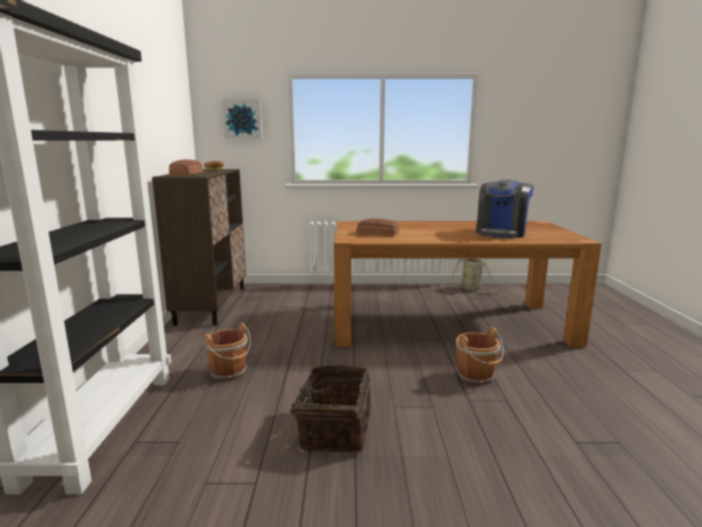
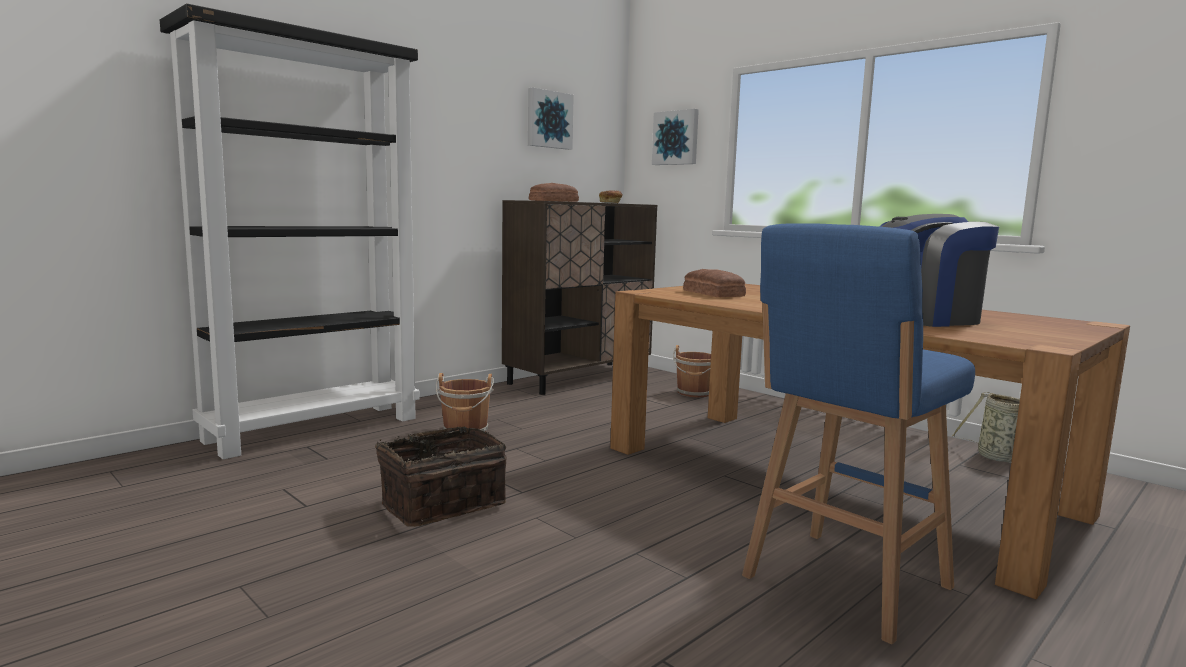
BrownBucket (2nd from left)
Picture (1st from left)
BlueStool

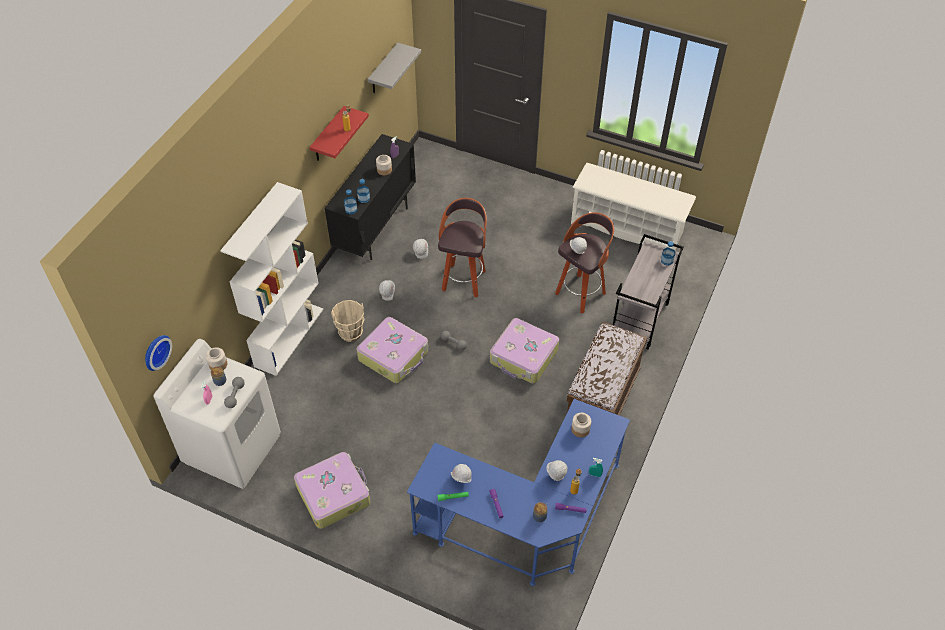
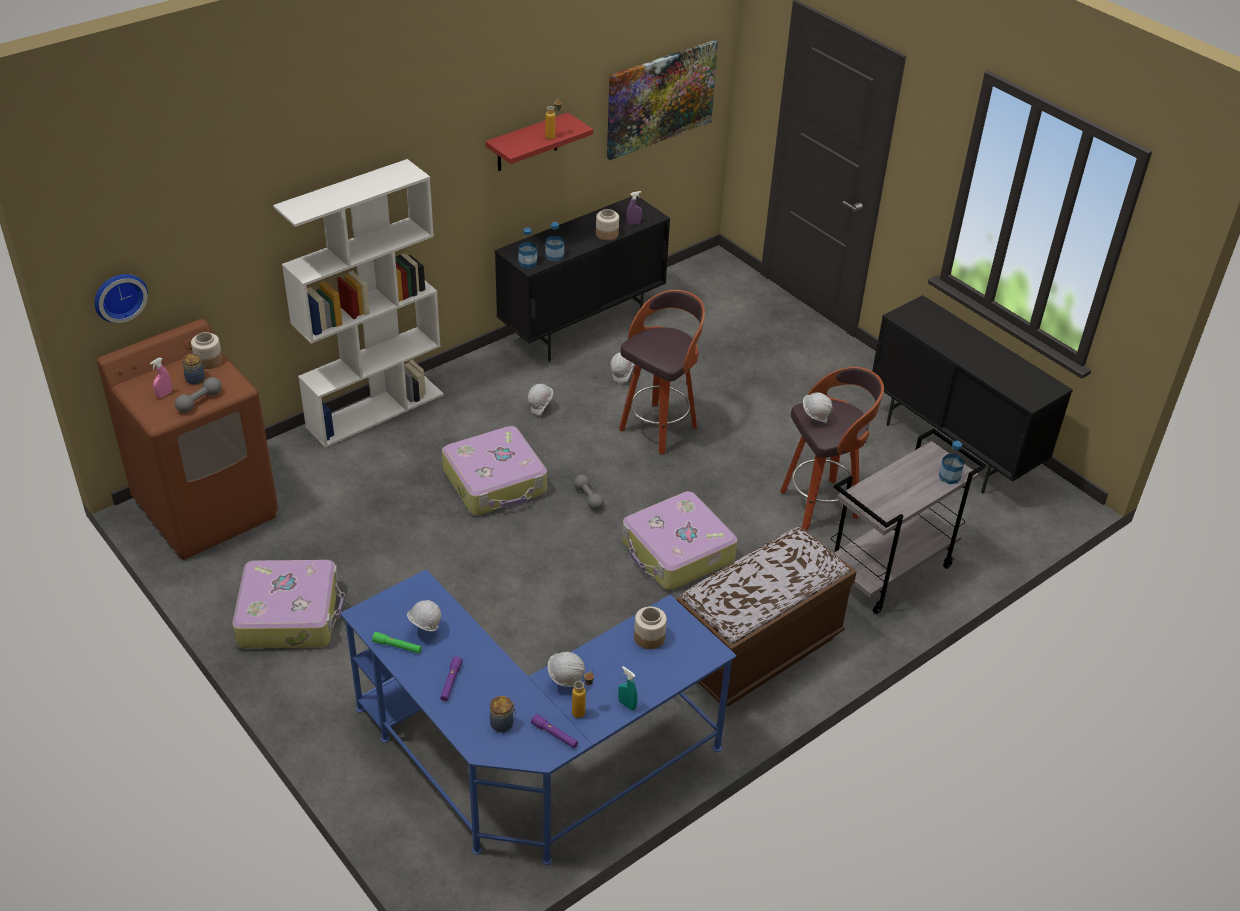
Picture
BlackCabinet (2nd from left)
BeigeBucket
BrownWashingMachine

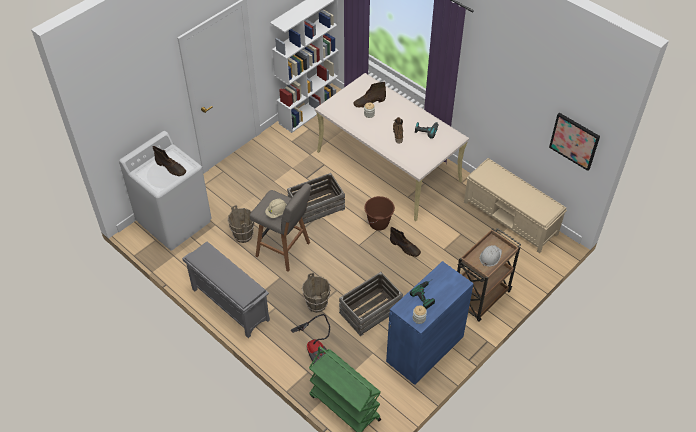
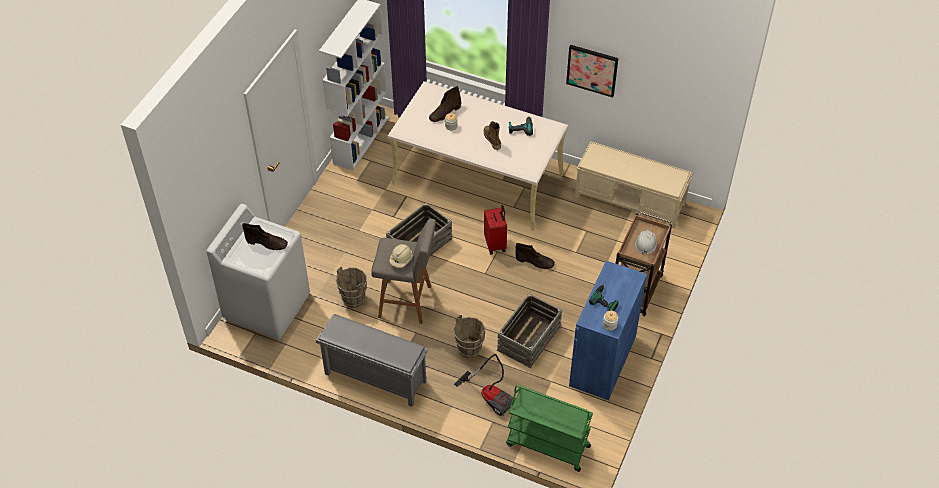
Picture
RedSuitcase

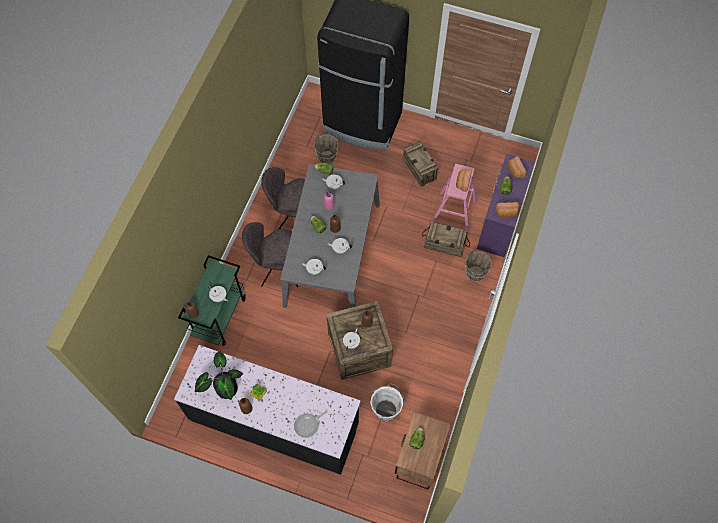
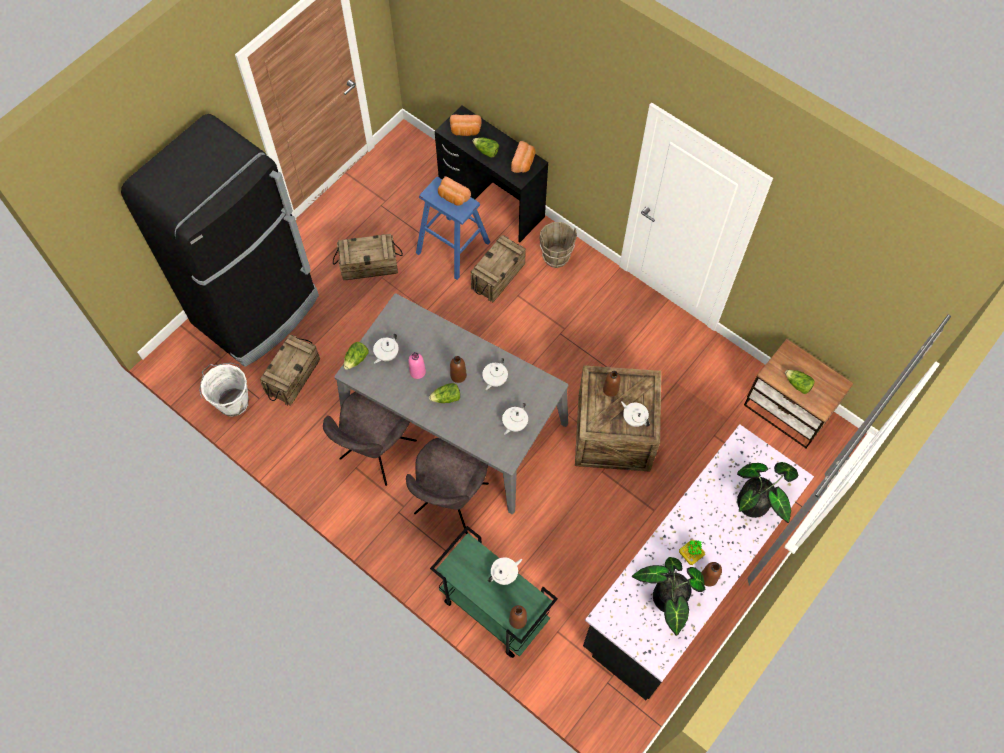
Crate (1st from left)
BlackDesk
BlueStool
WhiteBucket
PottedPlant (3rd from left)

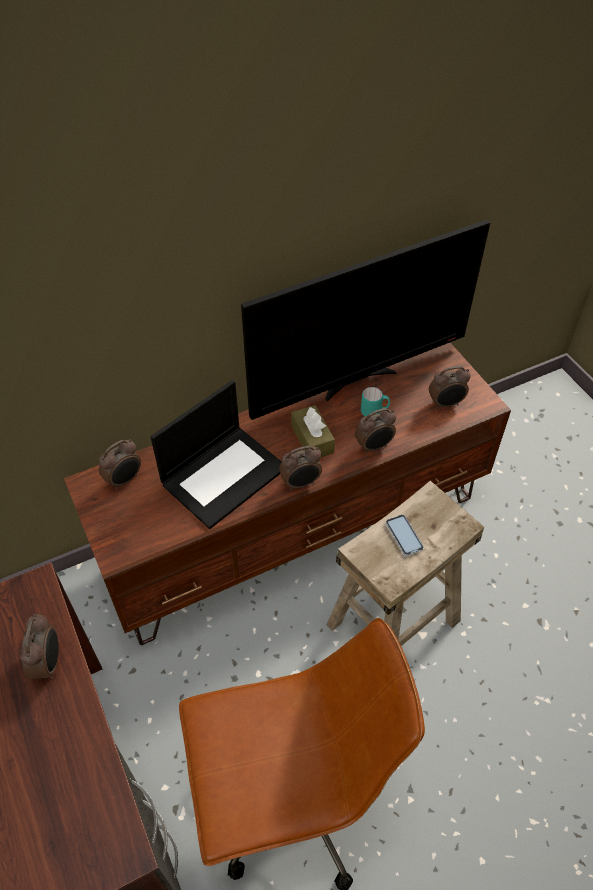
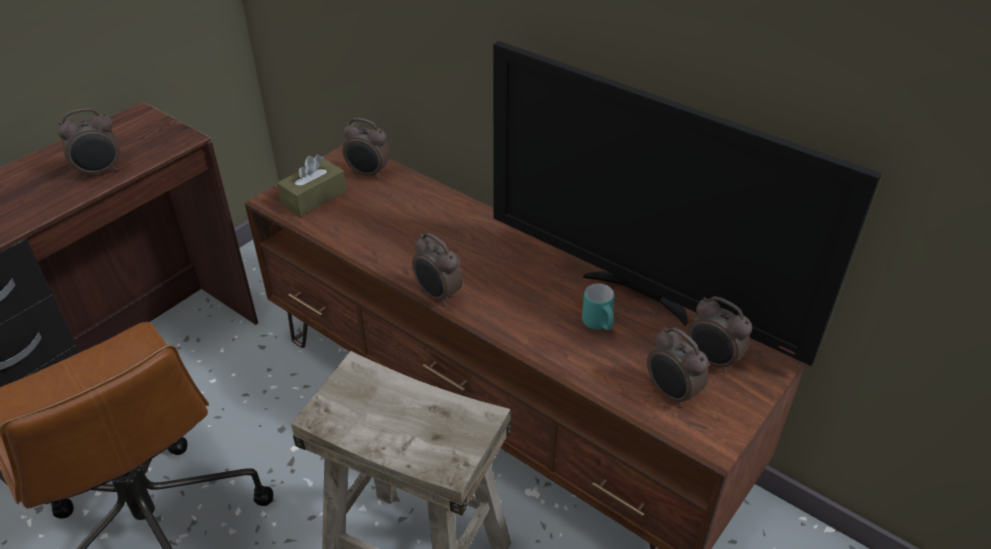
Laptop
BrownTissueBox
AlarmClock (5th from left)
Phone

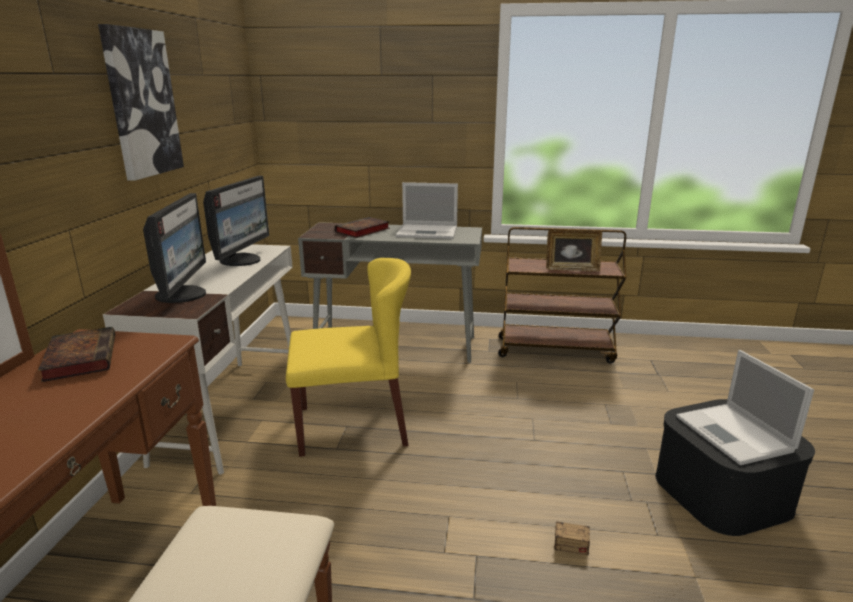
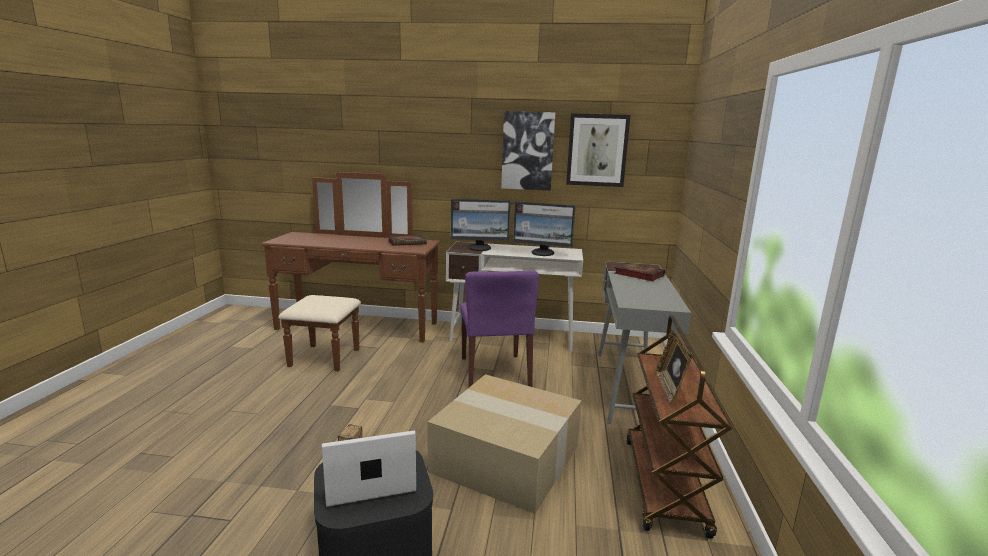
Laptop (1st from left in the first image)
PurpleChair
Picture (2nd from left)
CardboardBox

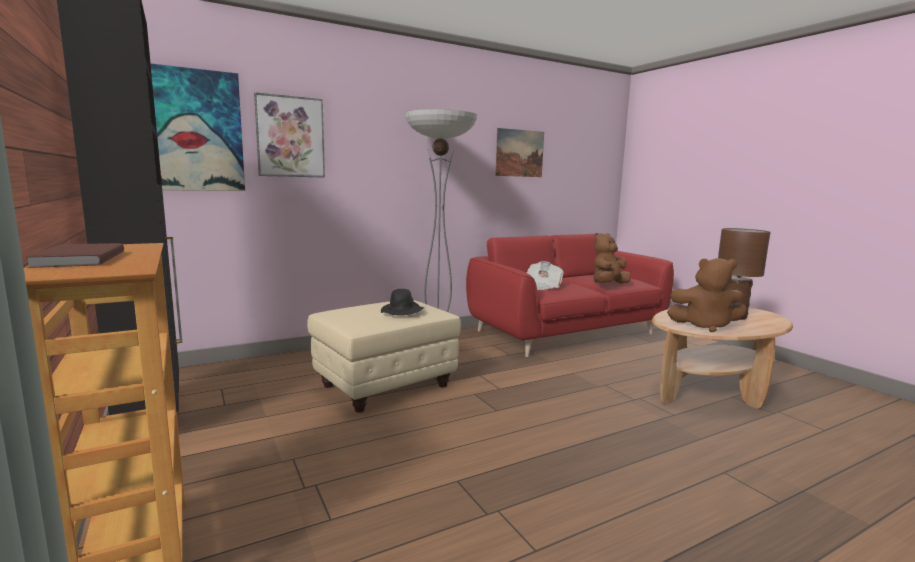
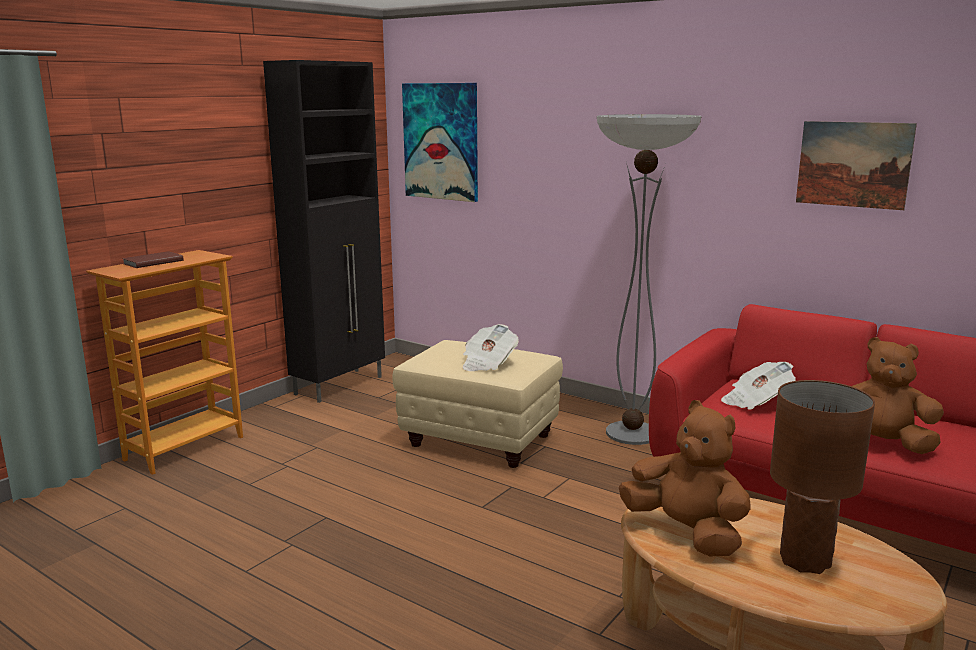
Picture (2nd from left in the first image)
BrownPlushToy (1st from left)
Newspaper (1st from left)

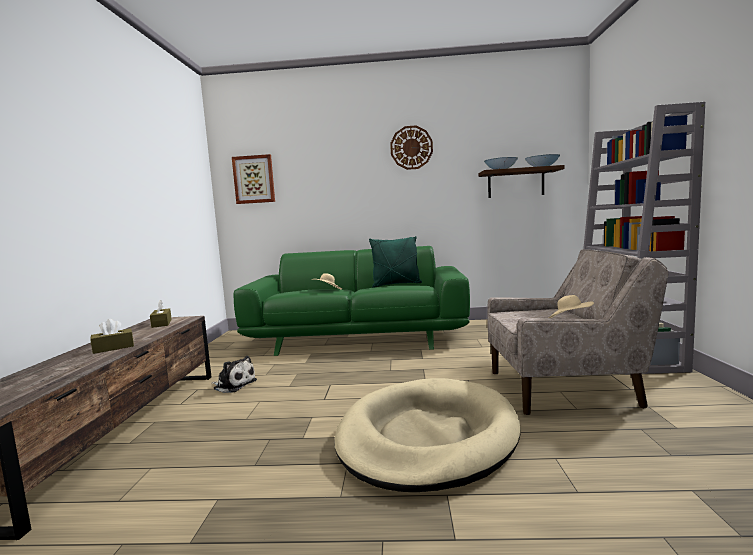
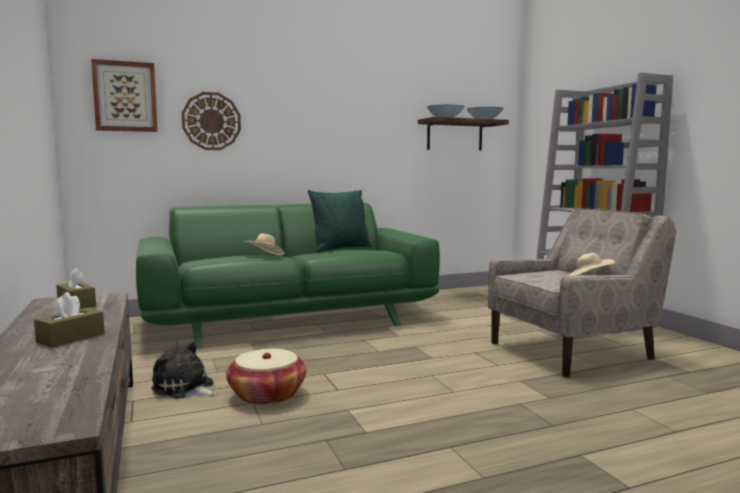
WallClock
PlushToy
BeigeDogBed
Basket

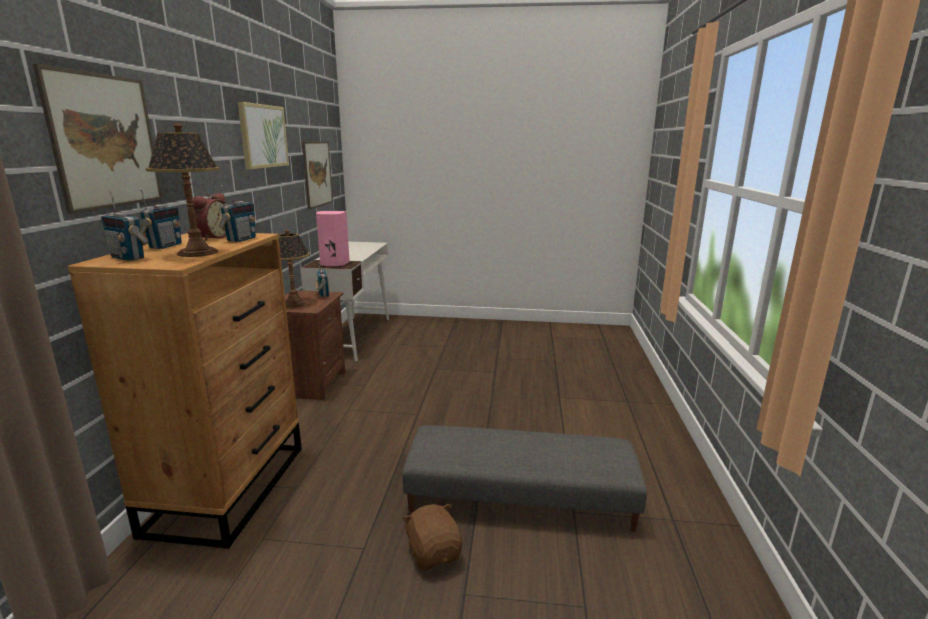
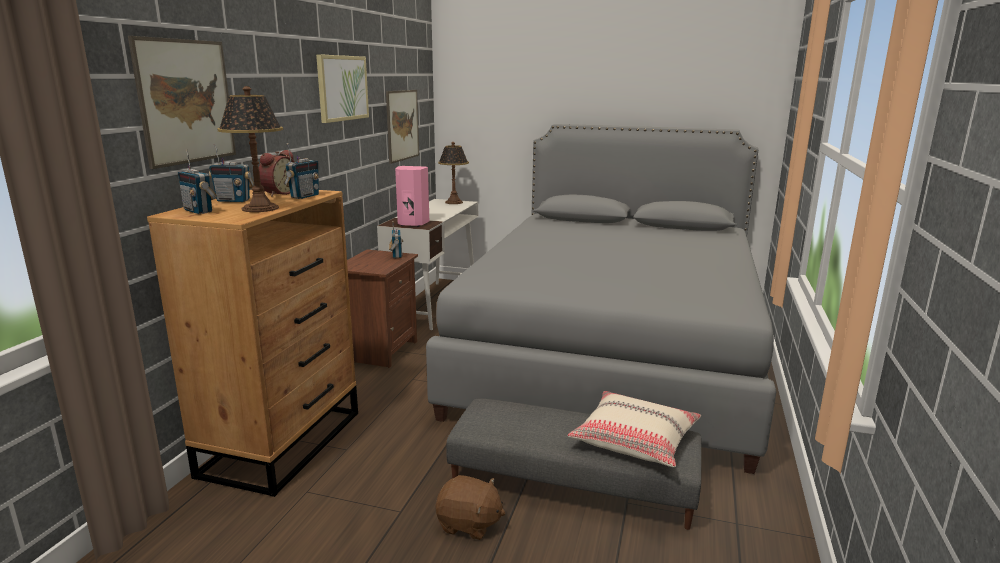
Radio (2nd from left)
TableLamp (2nd from left)
BrownPlushToy
GreyBed
BeigePillow

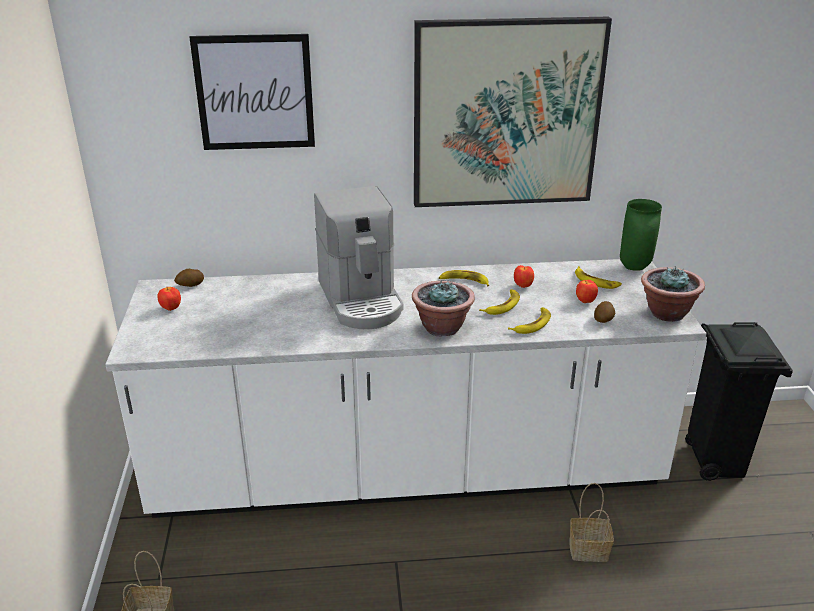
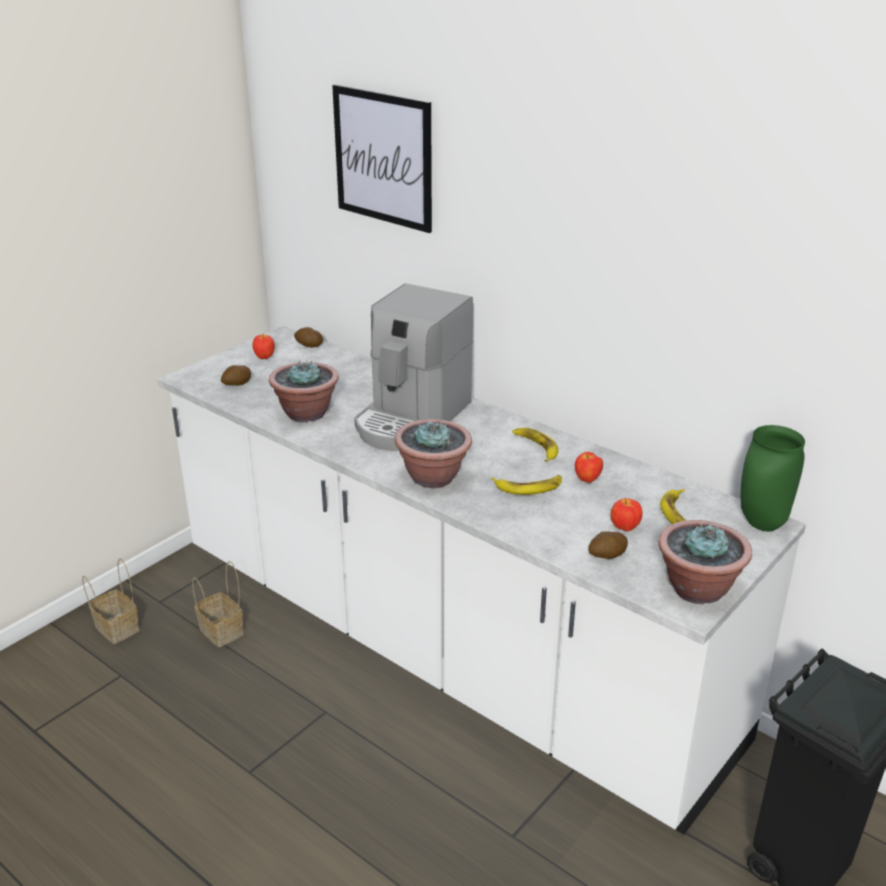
Picture (2nd from left in the first image)
Banana (3rd from left in the first image)
Basket (2nd from left)
PottedPlant (1st from left)
Potato (1st from left)

